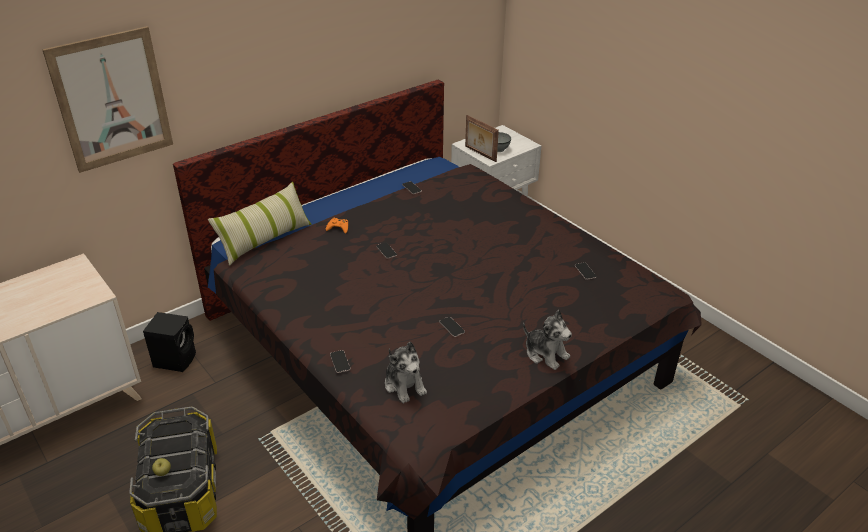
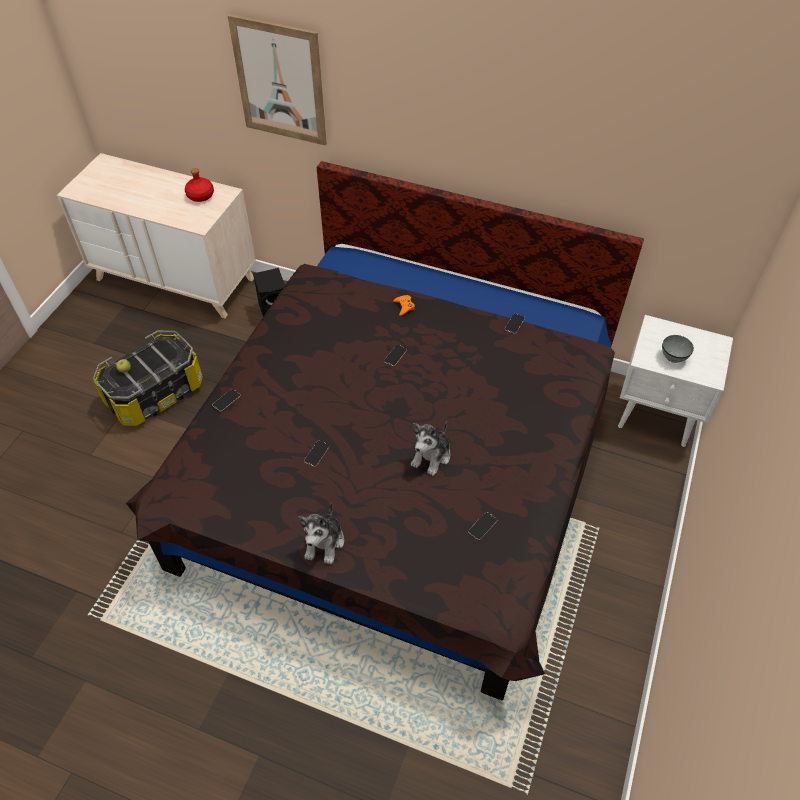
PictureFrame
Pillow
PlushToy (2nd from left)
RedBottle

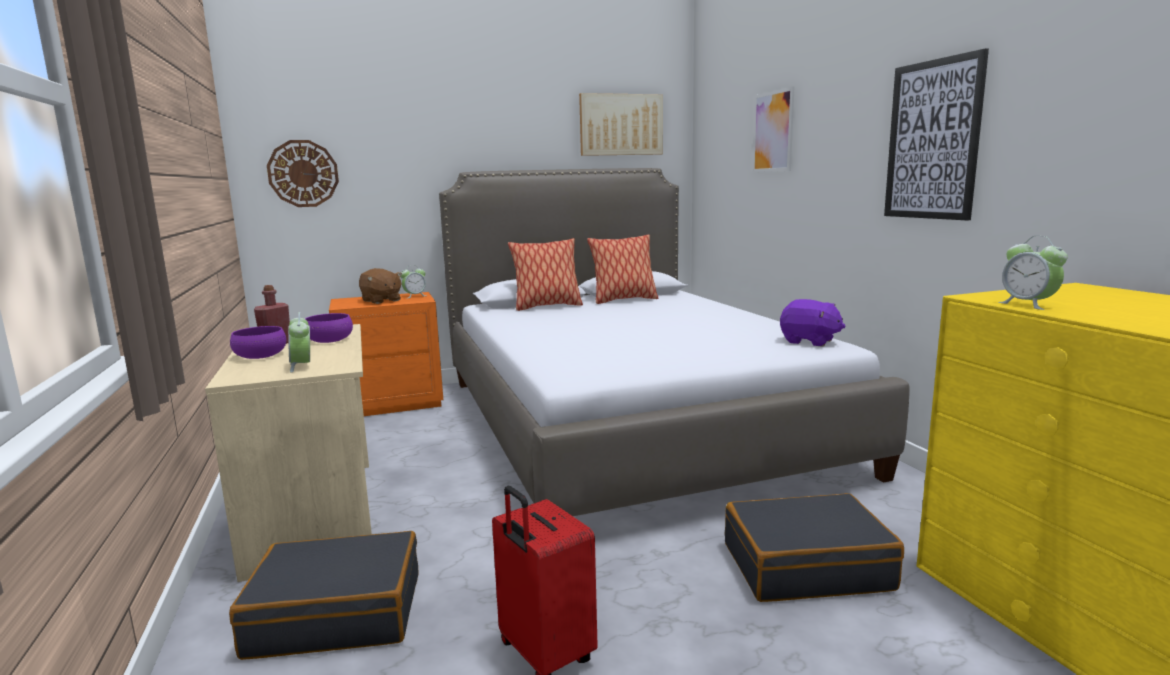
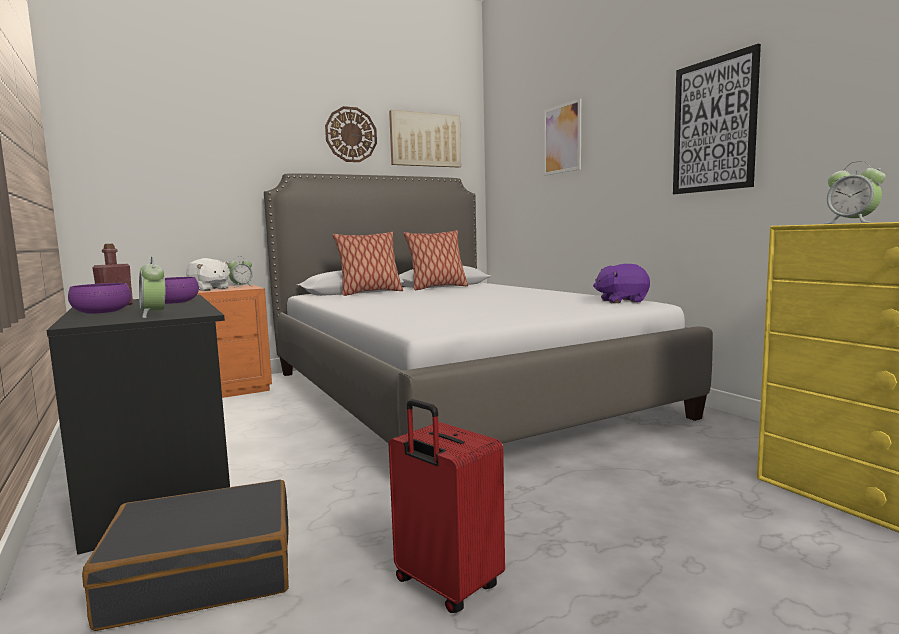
WallClock
WhitePlushToy
PurplePlushToy
BlackDesk
BlackSuitcase (2nd from left in the first image)

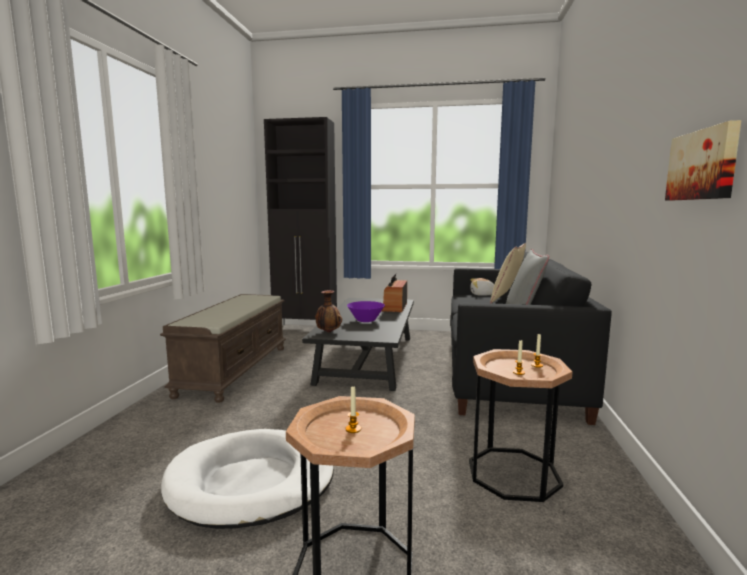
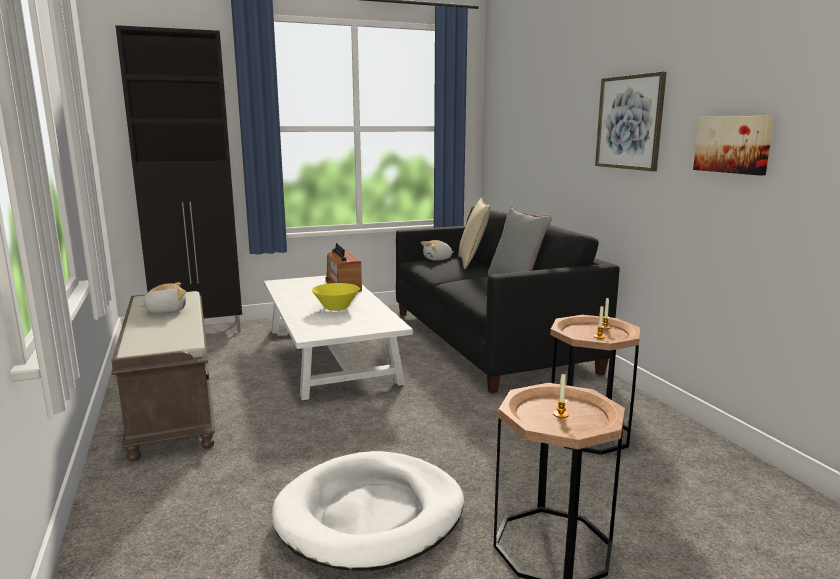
Vase
WhiteCoffeeTable
YellowBowl
Picture (1st from left)
PlushToy (1st from left)

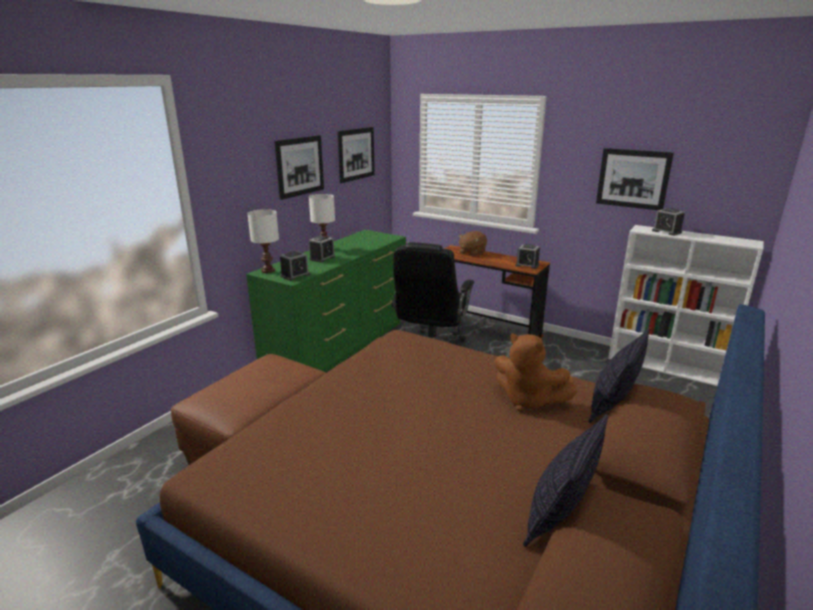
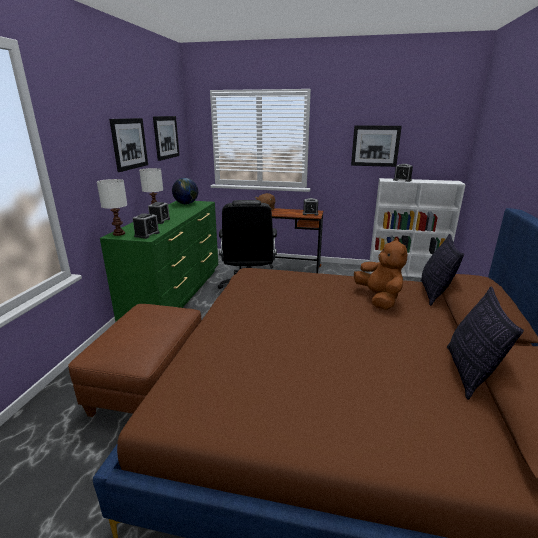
BrownPlushToy (2nd from left)
Globe

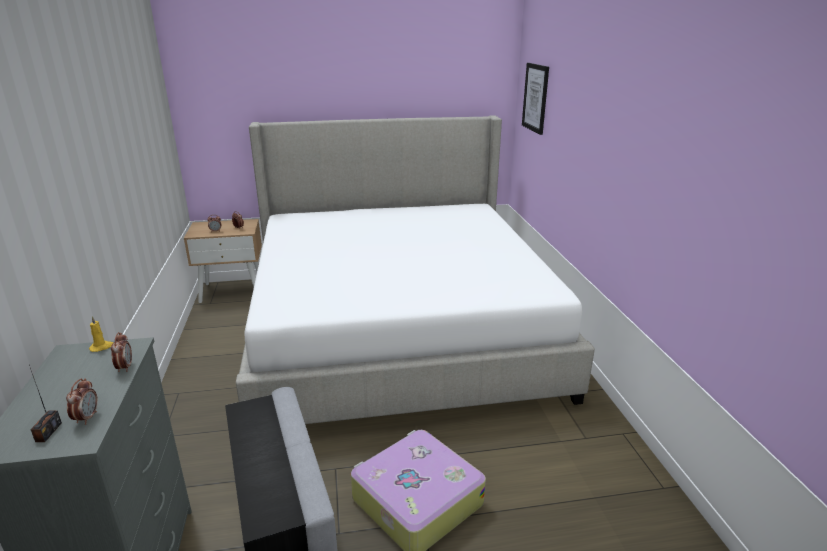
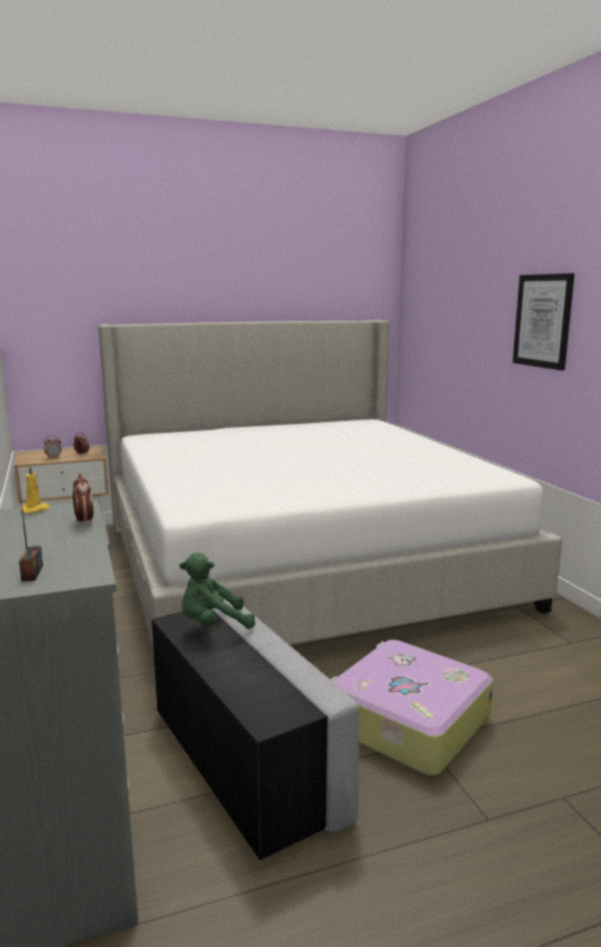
Picture
AlarmClock (1st from left in the first image)
GreenPlushToy

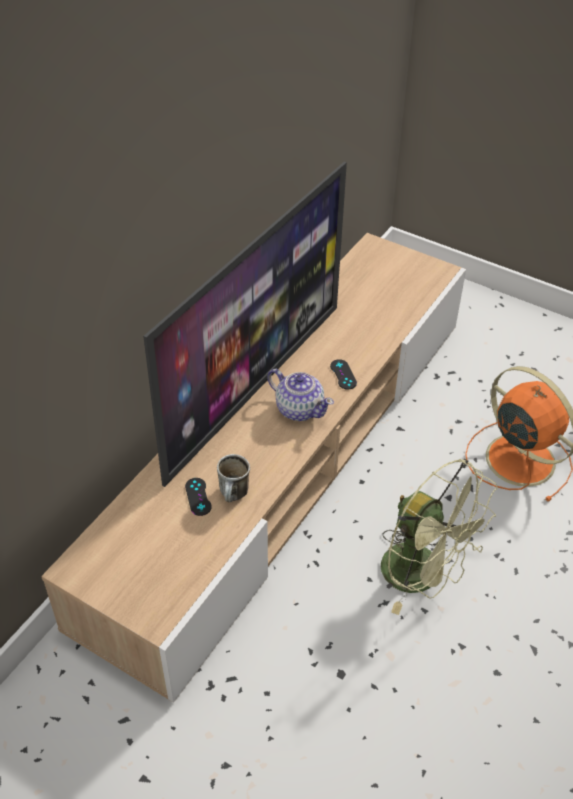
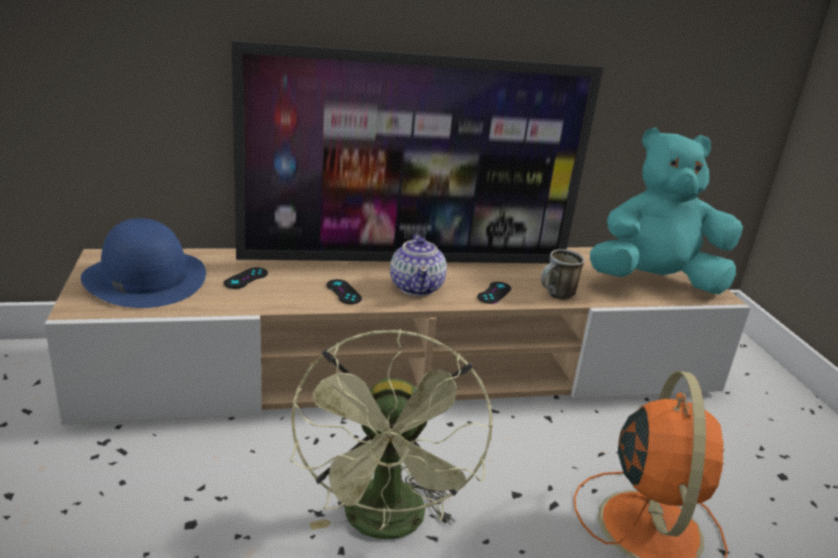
Mug
TurquoisePlushToy
BlueHat
BlackGameController (2nd from left)

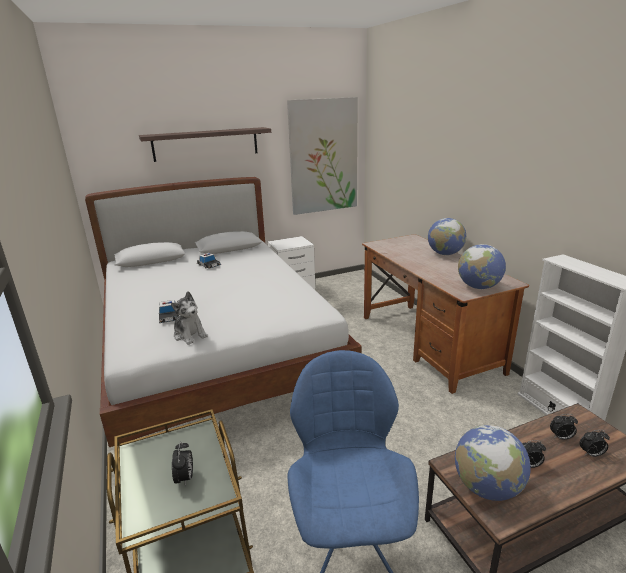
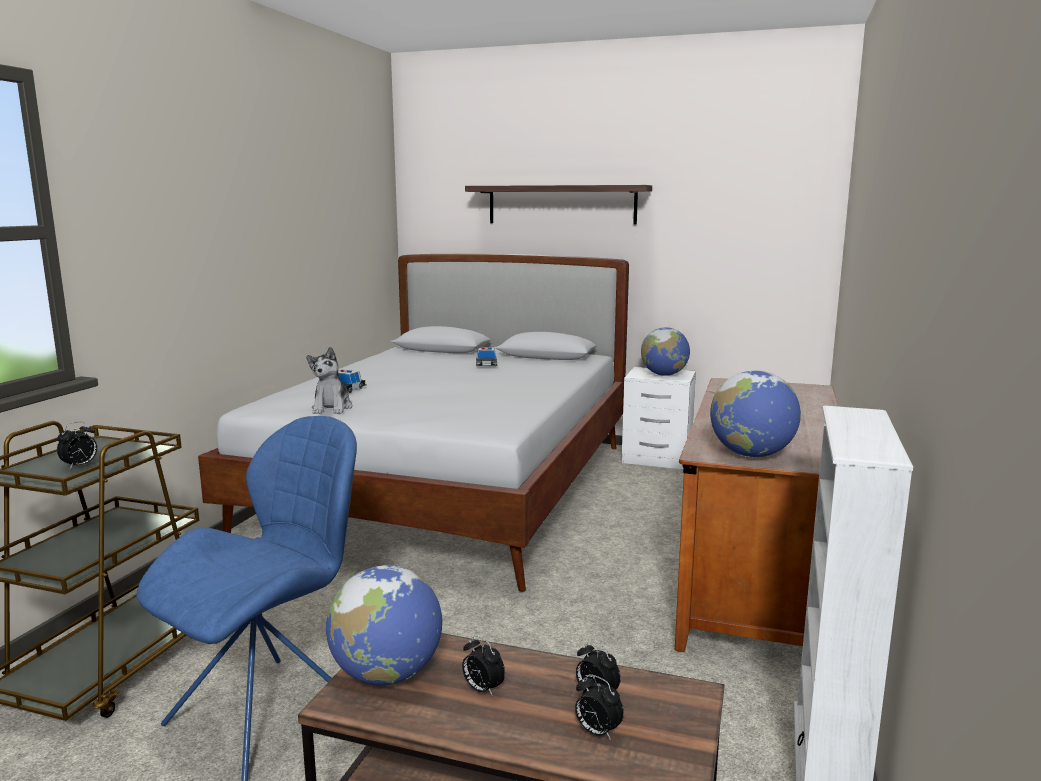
Picture
Globe (2nd from left)

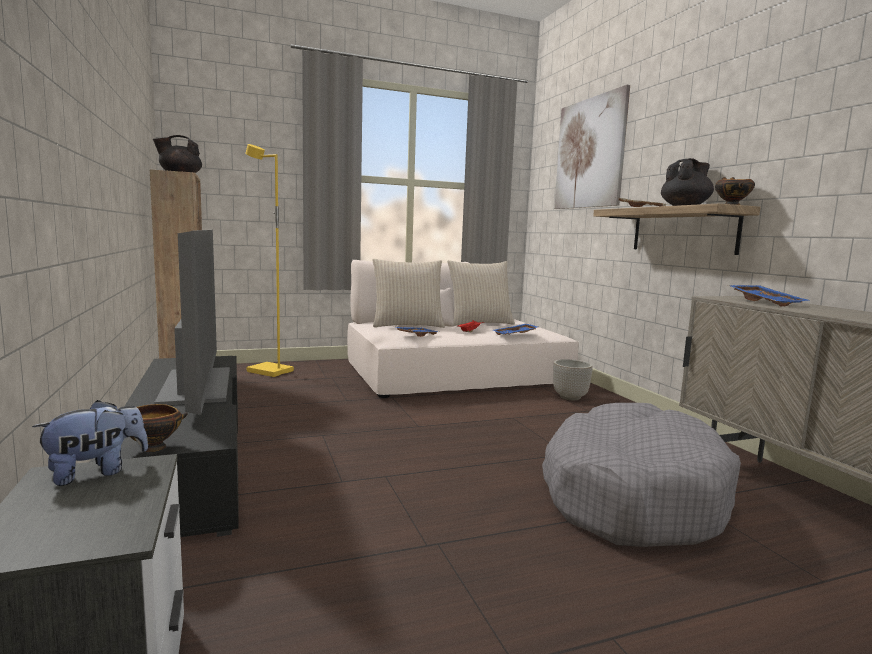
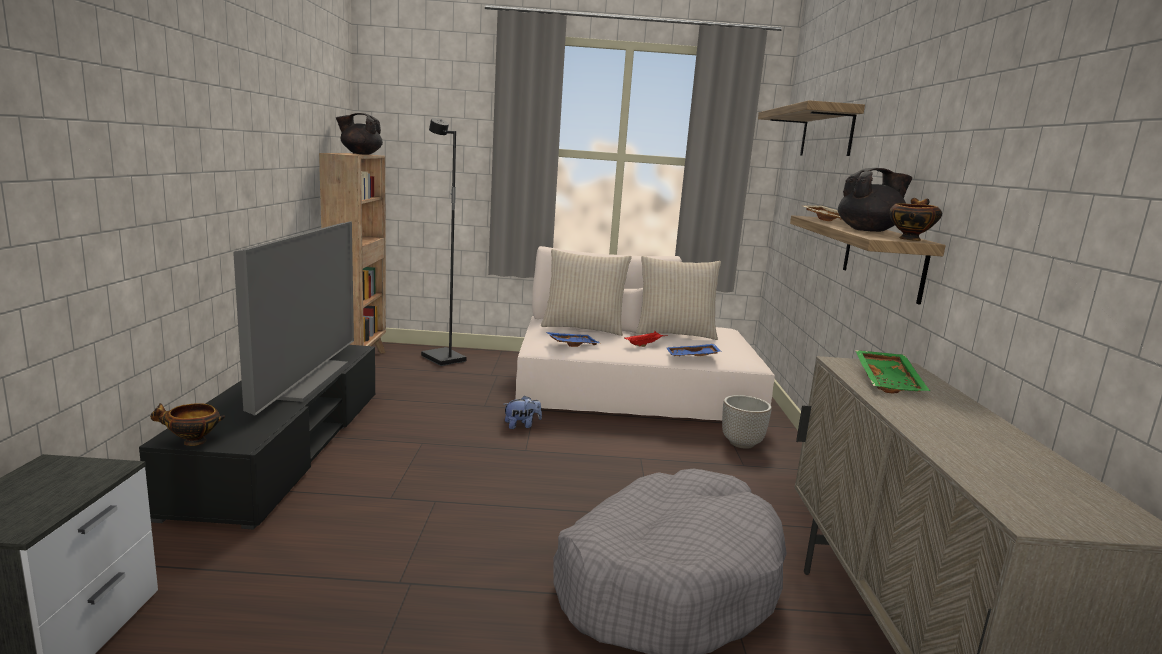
Shelf (1st from left)
BlackFloorLamp
GreenTray
PlushToy

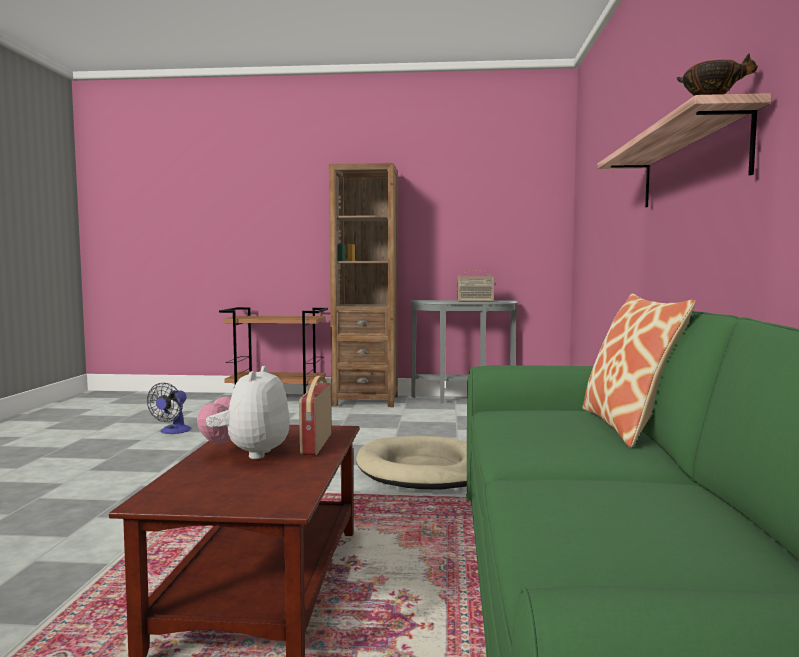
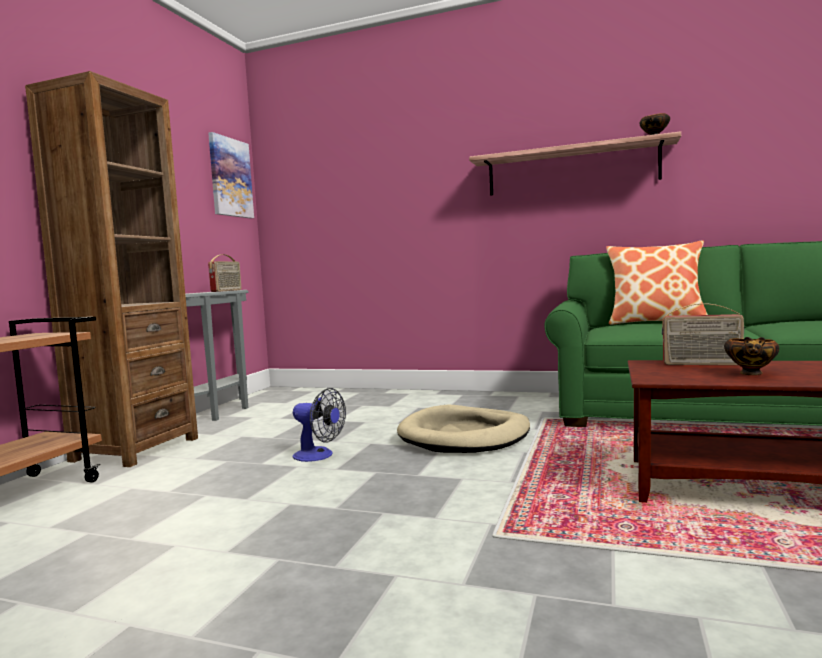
Bowl (2nd from left)
Fan
Picture

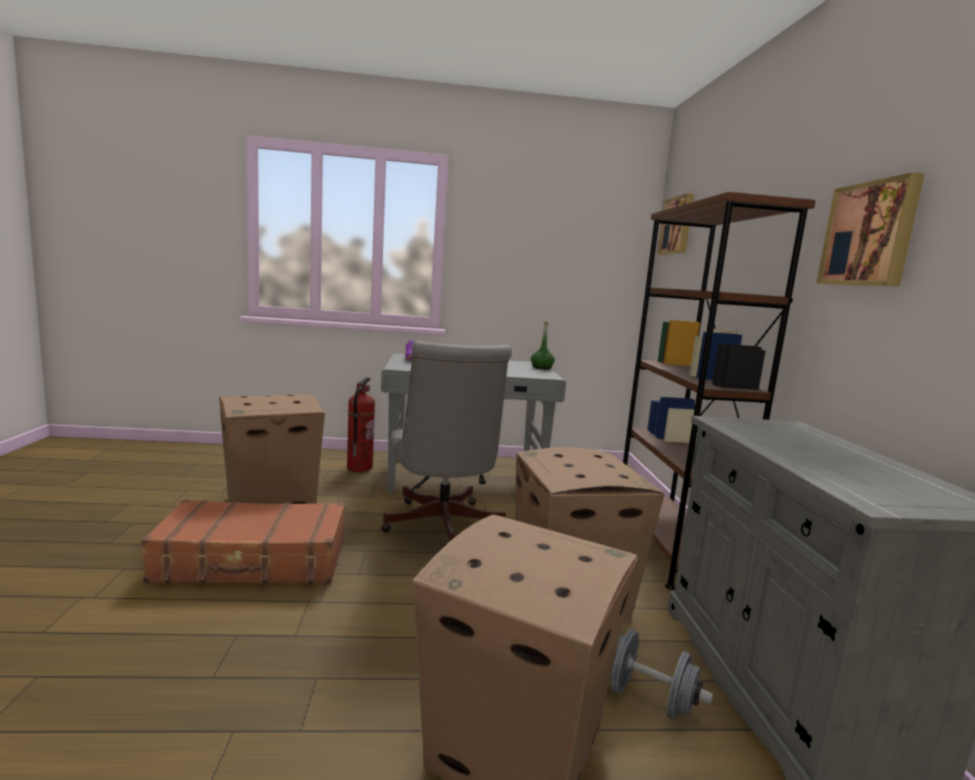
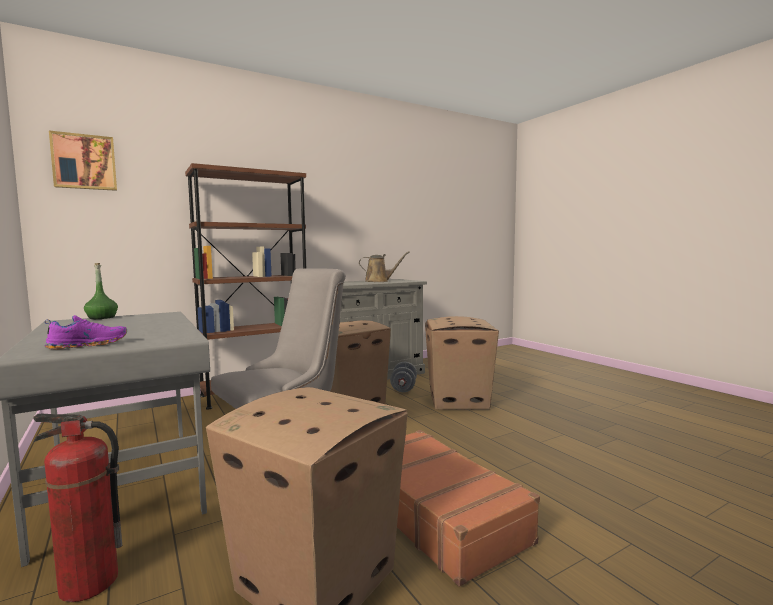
Picture (2nd from left in the first image)
BrownWateringCan

